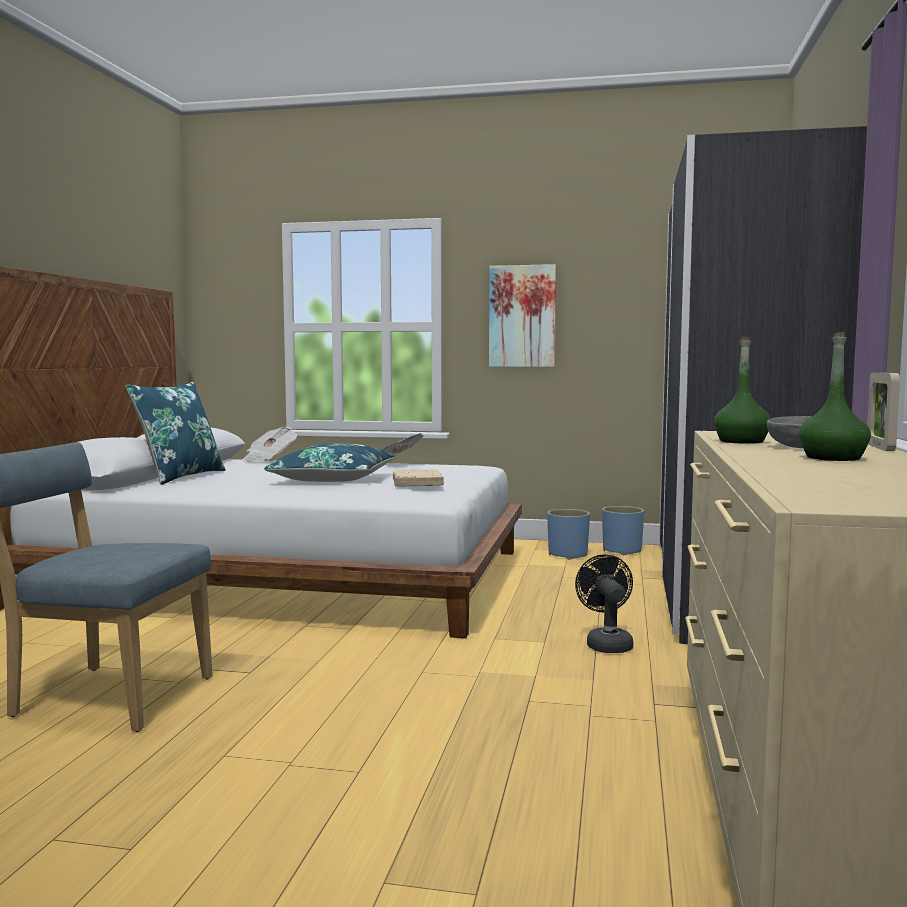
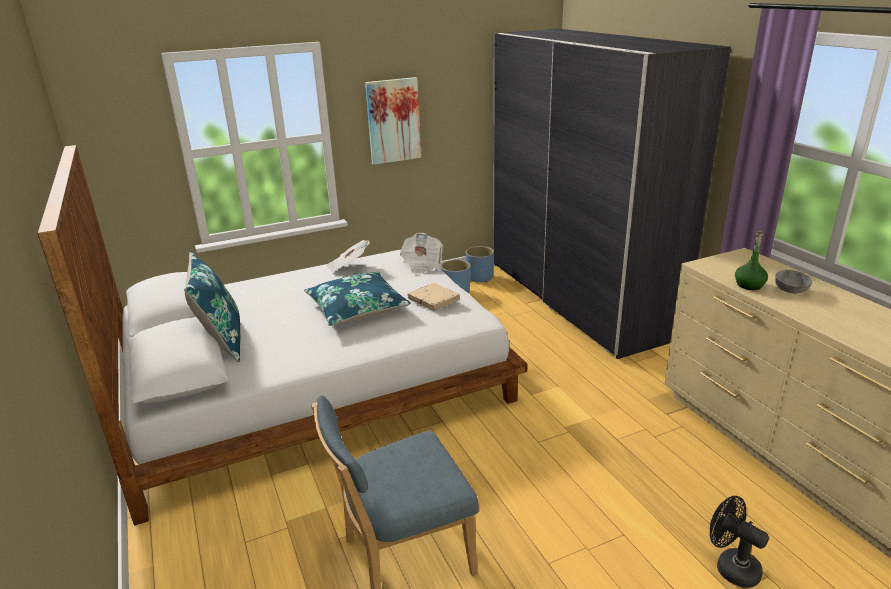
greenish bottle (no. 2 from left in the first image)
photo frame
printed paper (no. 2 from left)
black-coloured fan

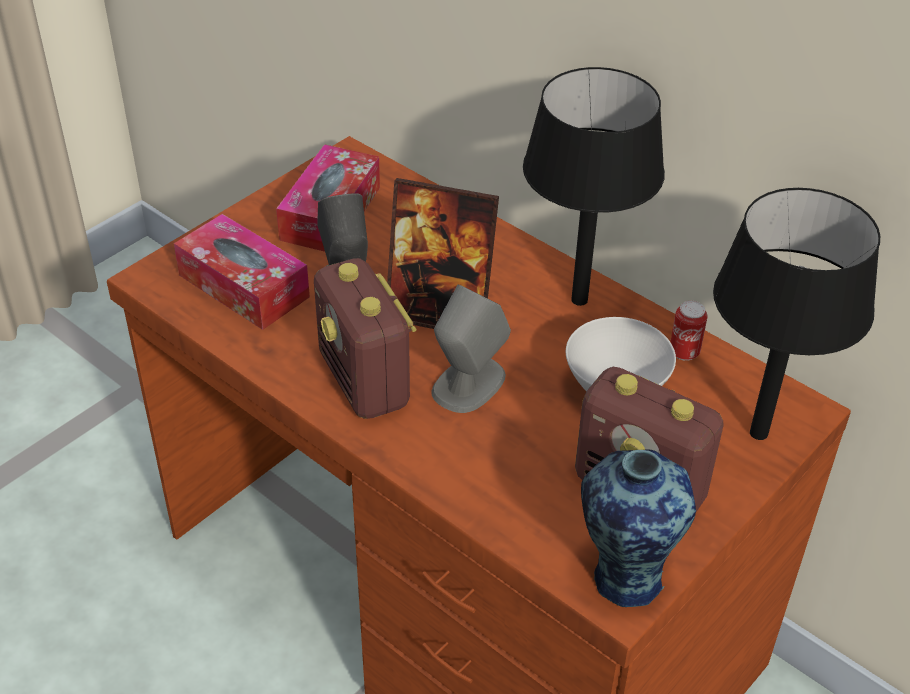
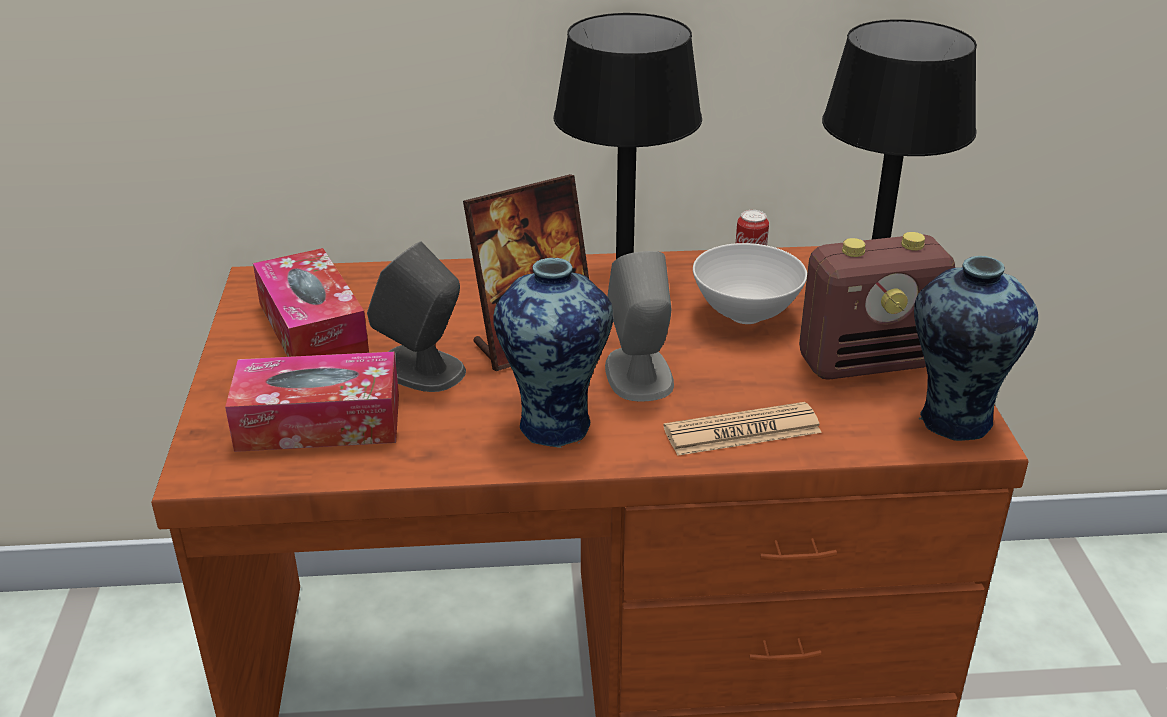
printed paper
vase (no. 1 from left)

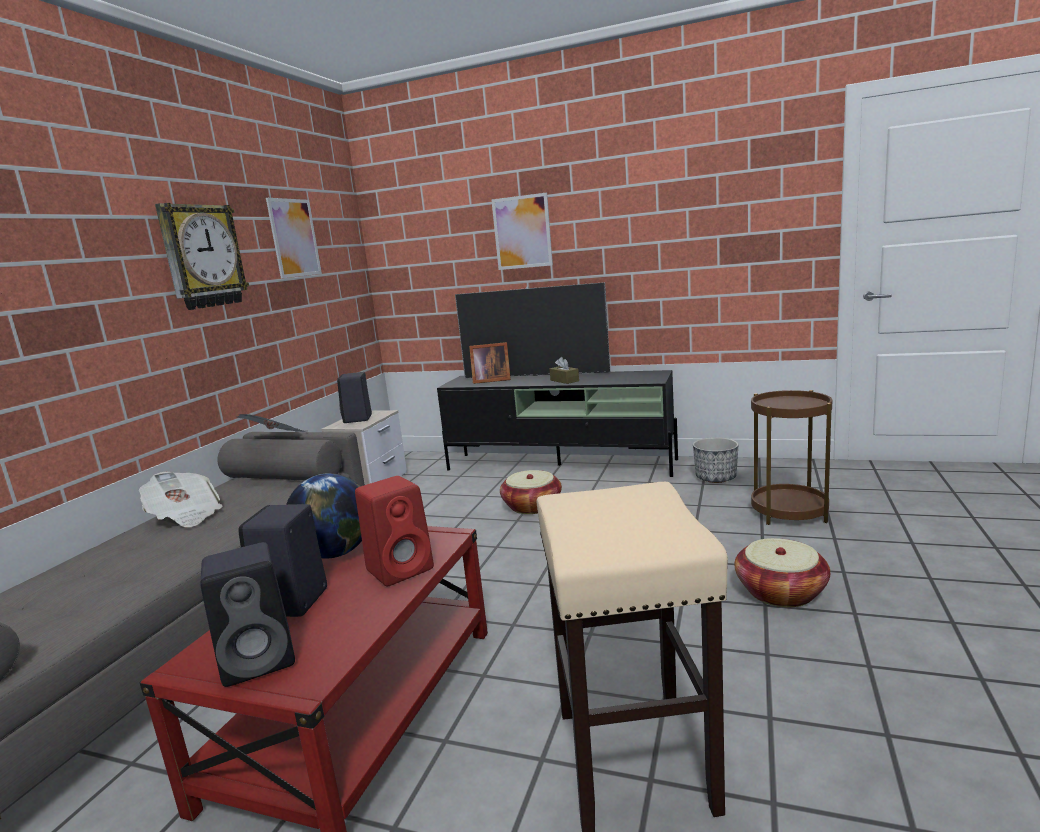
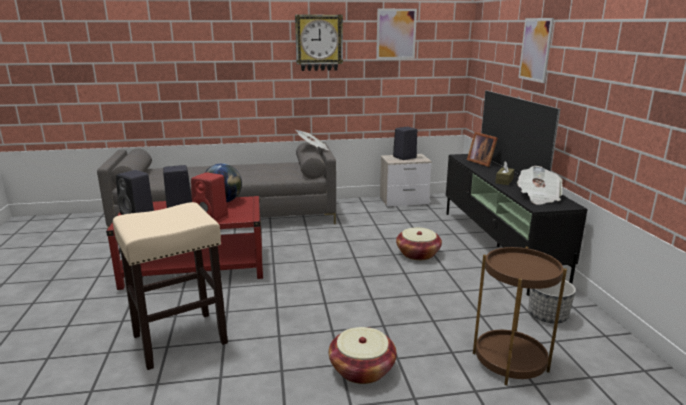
printed paper (no. 2 from left)

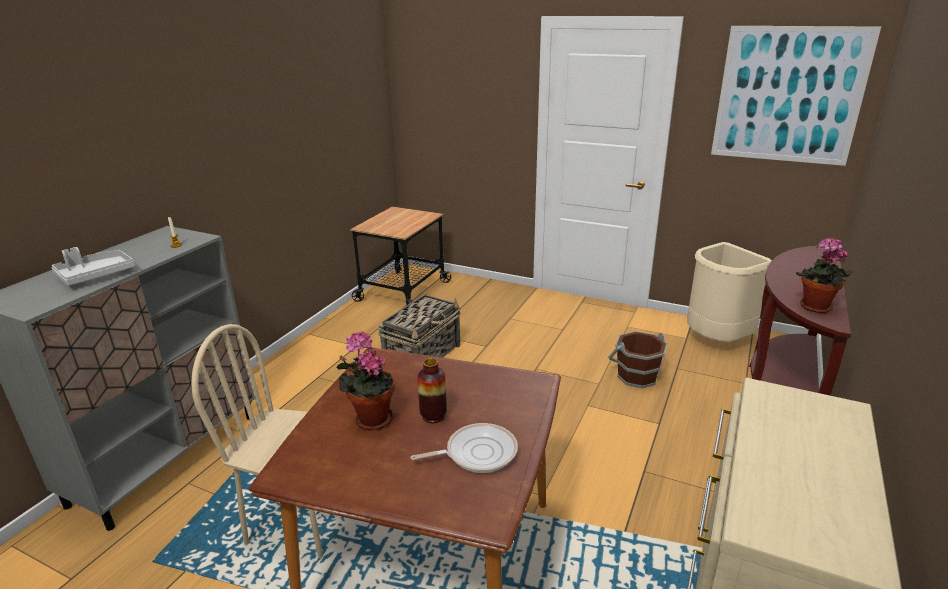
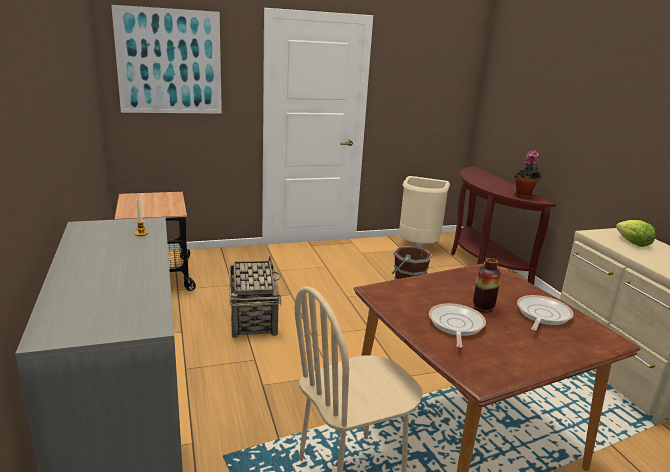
grey carrying tray
head of lettuce
wall art
skillet (no. 1 from left)

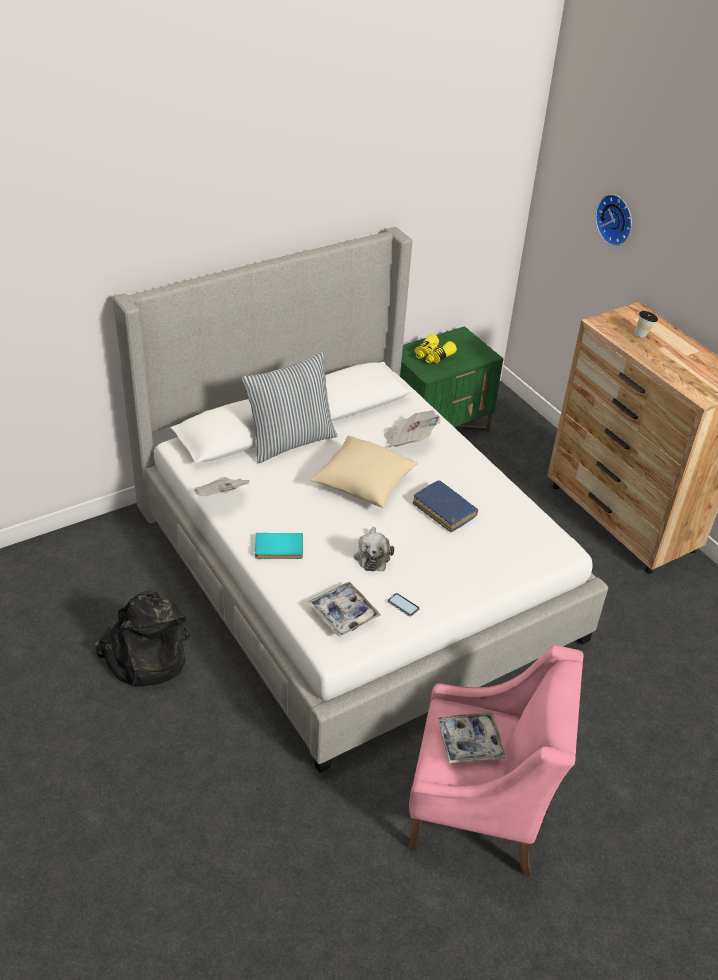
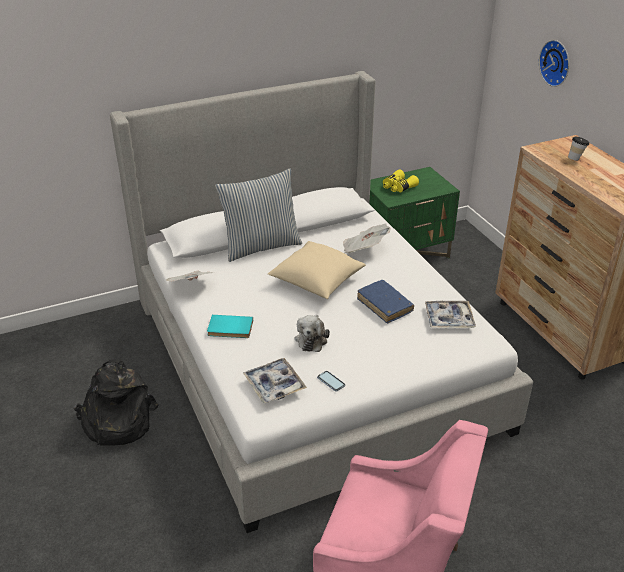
carrying tray (no. 2 from left)

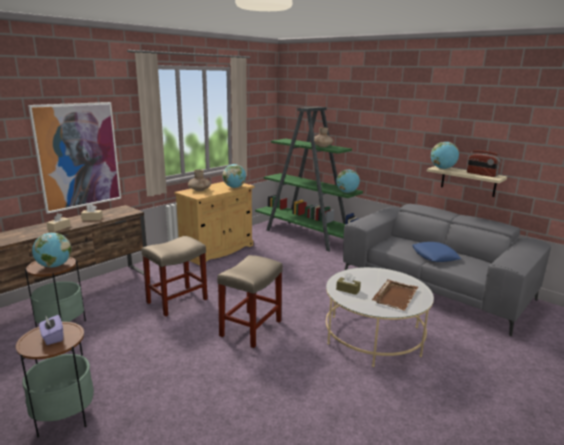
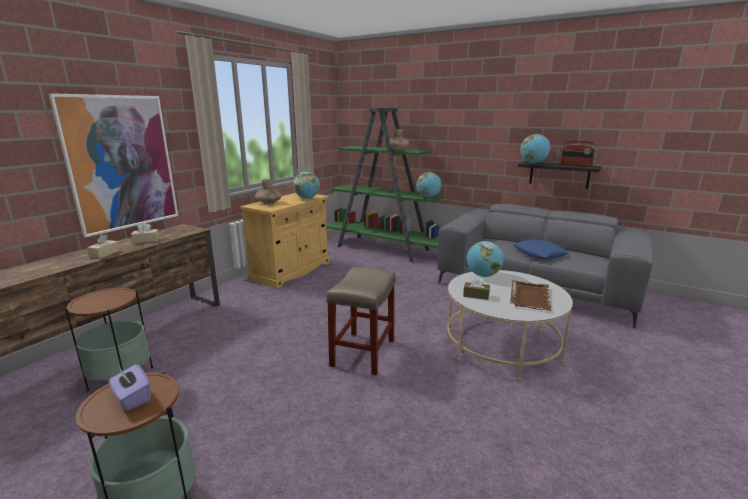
beige-coloured stool (no. 1 from left in the first image)
globe (no. 3 from left)
black-coloured wall shelf

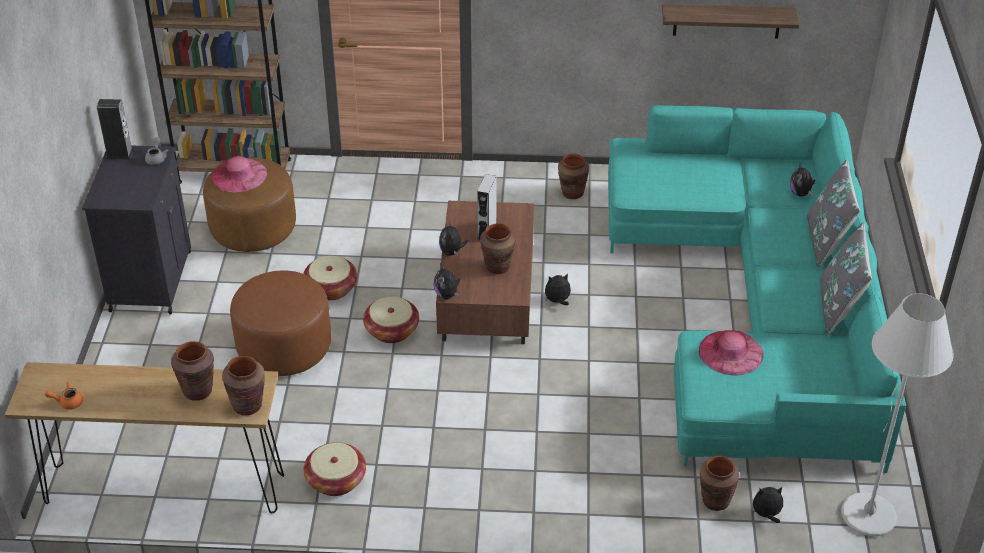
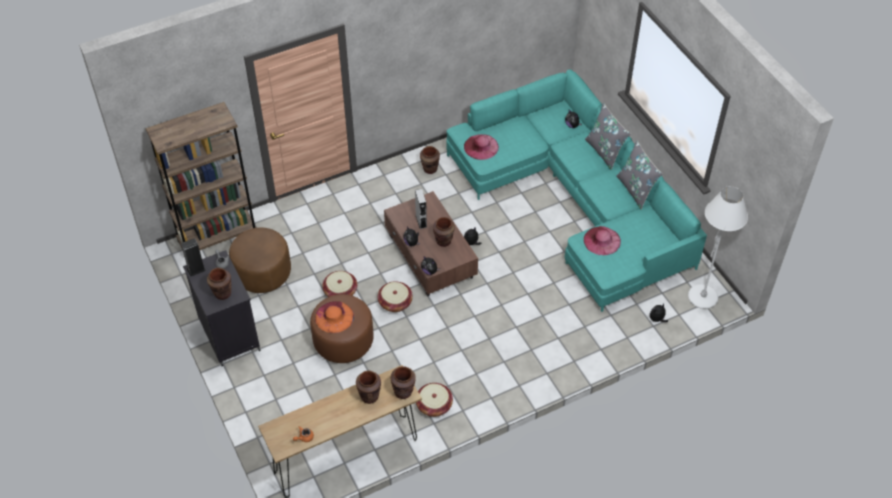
wall shelf
orange wearable hat
pinkish wearable hat (no. 1 from left)
brown vase (no. 1 from left)

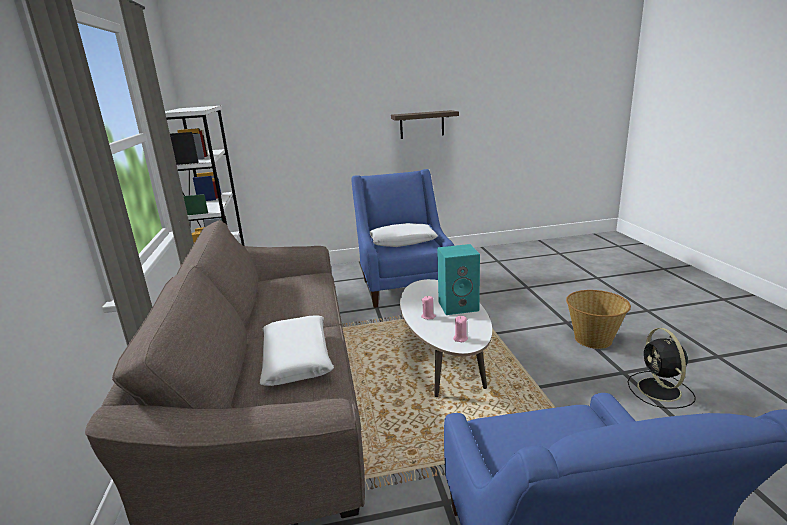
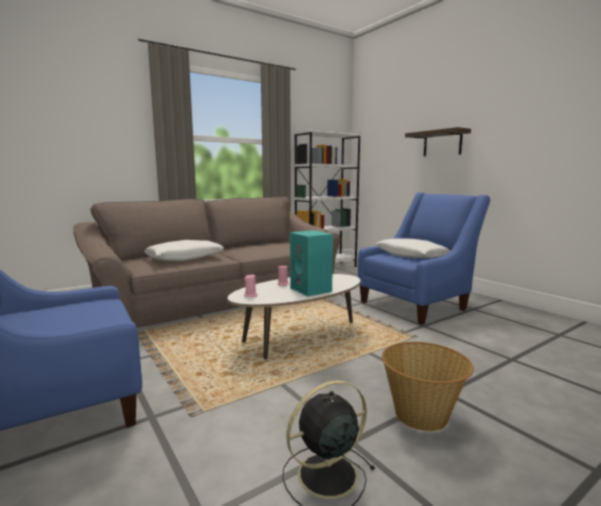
wall shelf

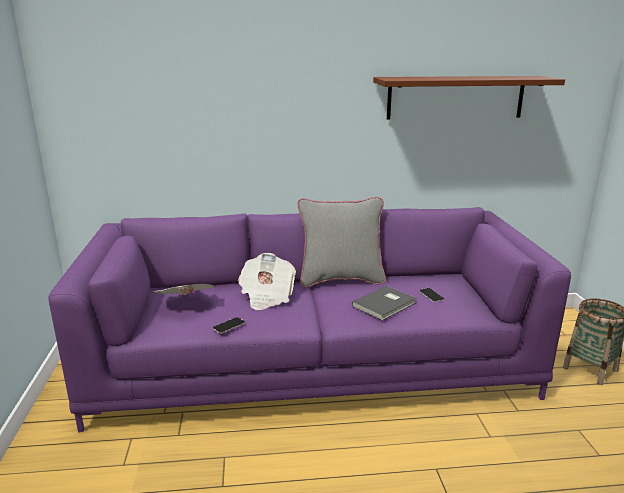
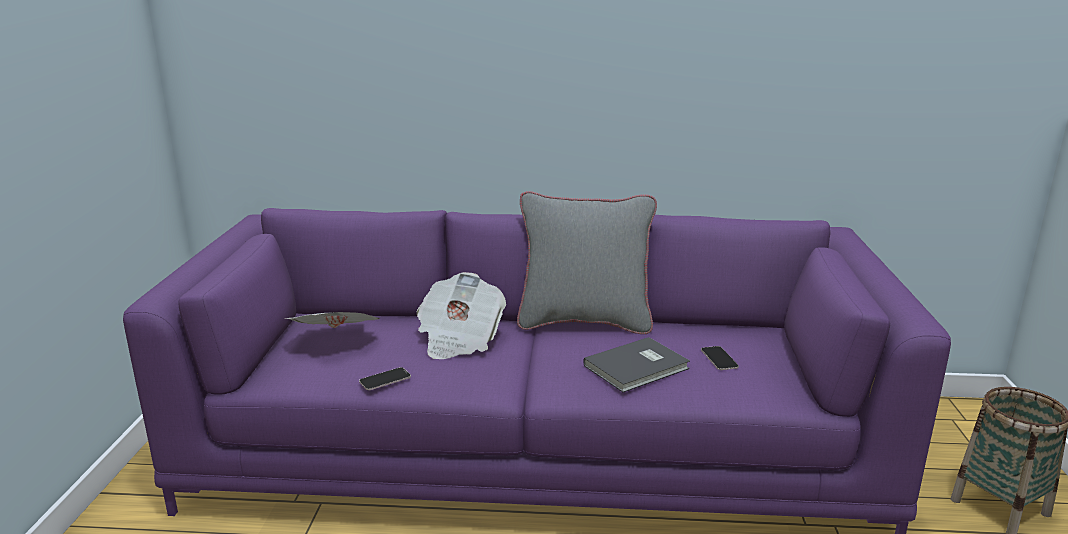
brown wall shelf

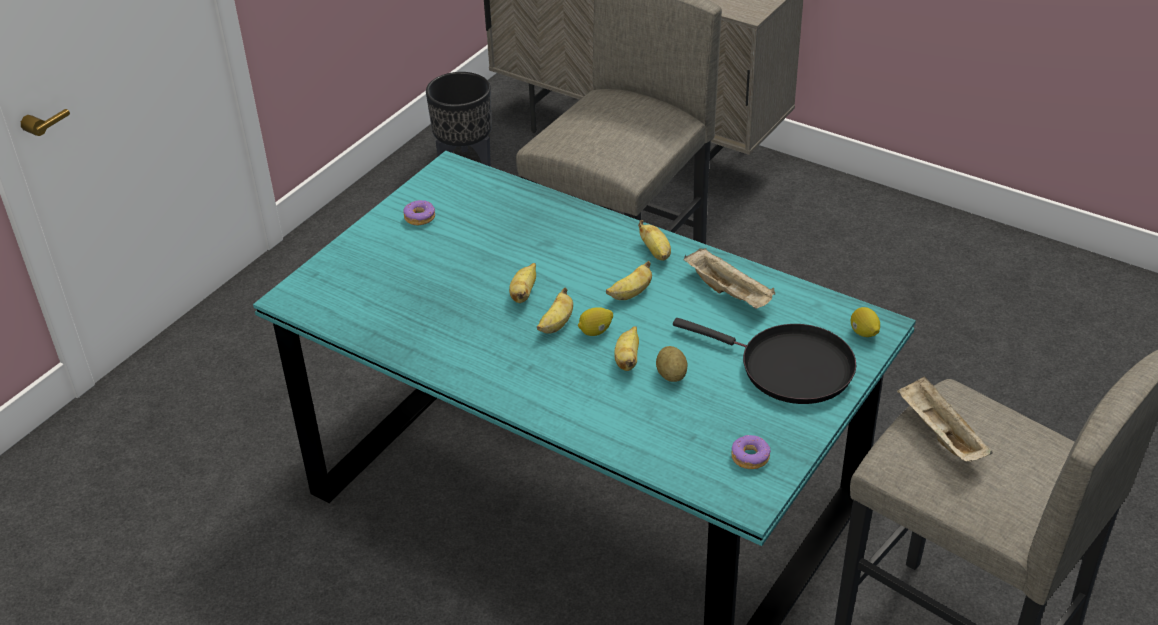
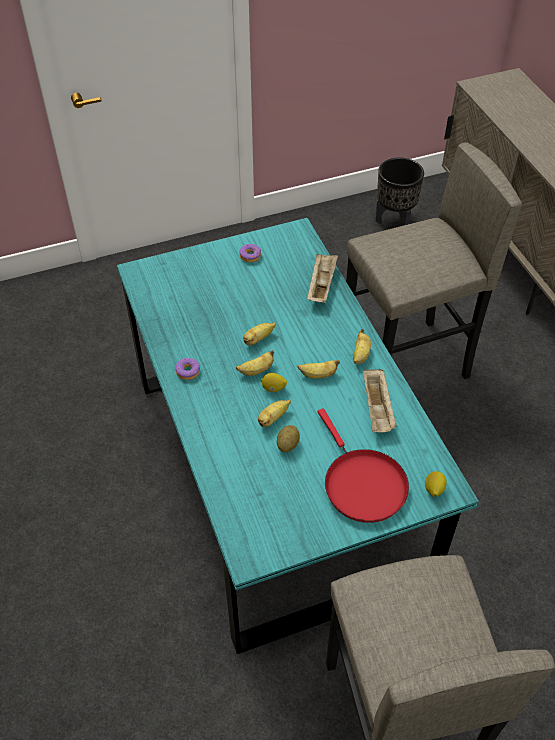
ring doughnut (no. 1 from left)
beige-coloured carrying tray (no. 1 from left)
red-coloured skillet

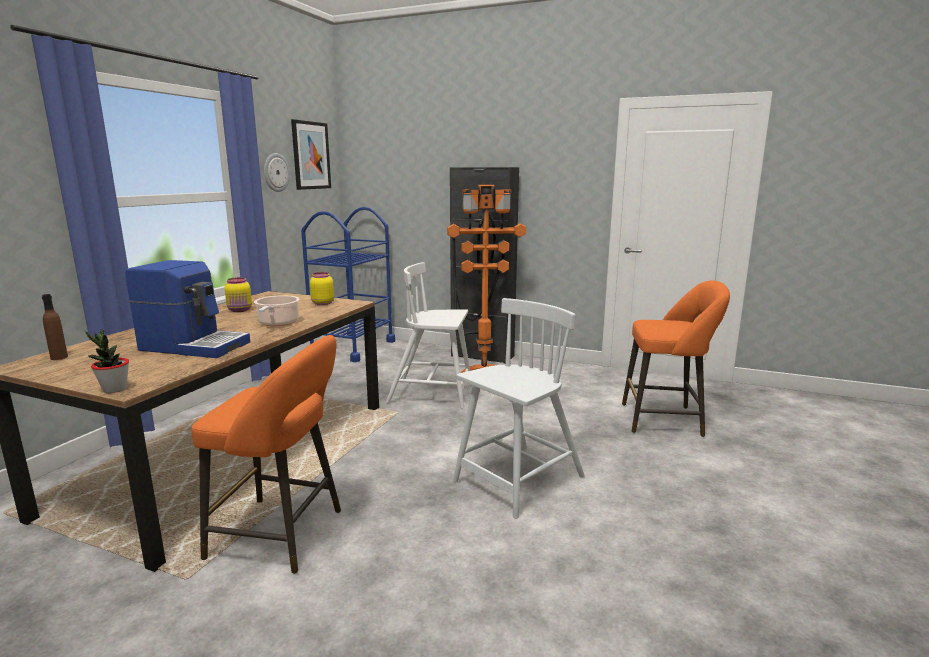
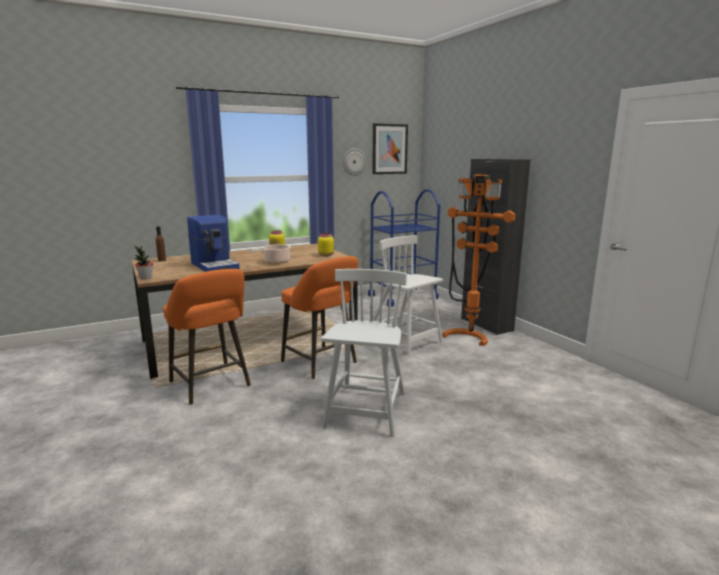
orange stool (no. 2 from left)
white-coloured plain chair (no. 1 from left)

